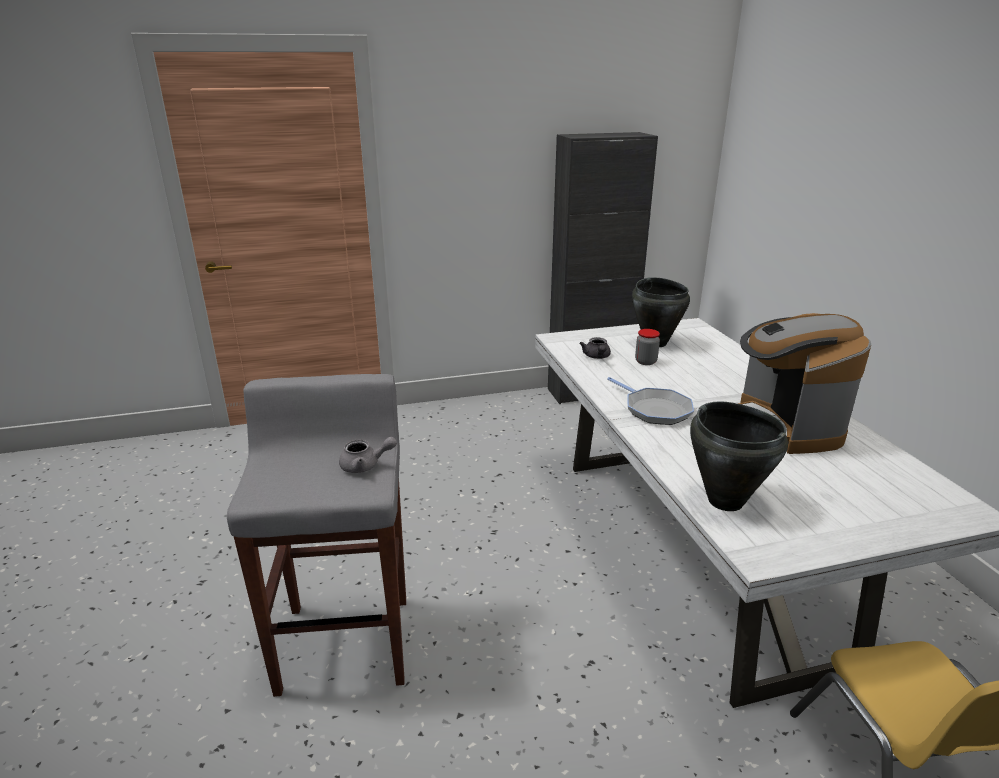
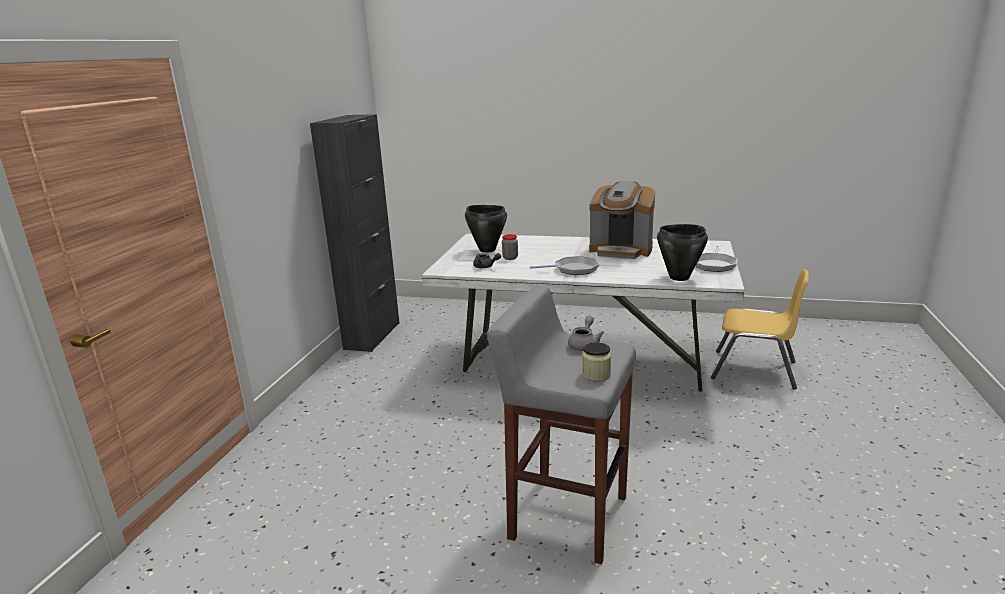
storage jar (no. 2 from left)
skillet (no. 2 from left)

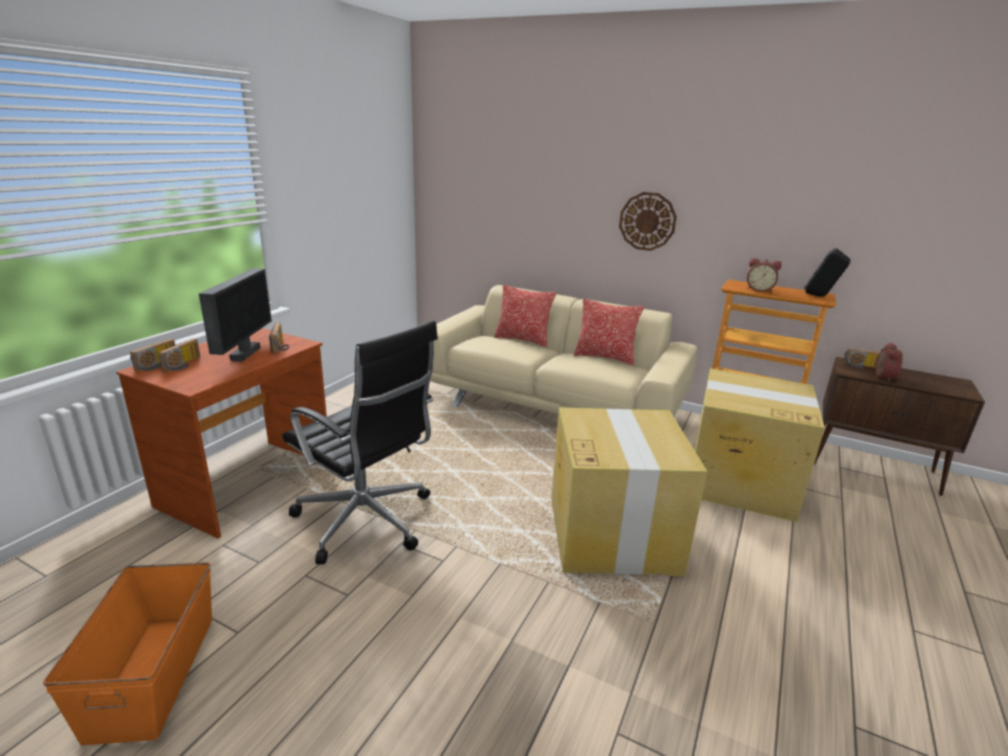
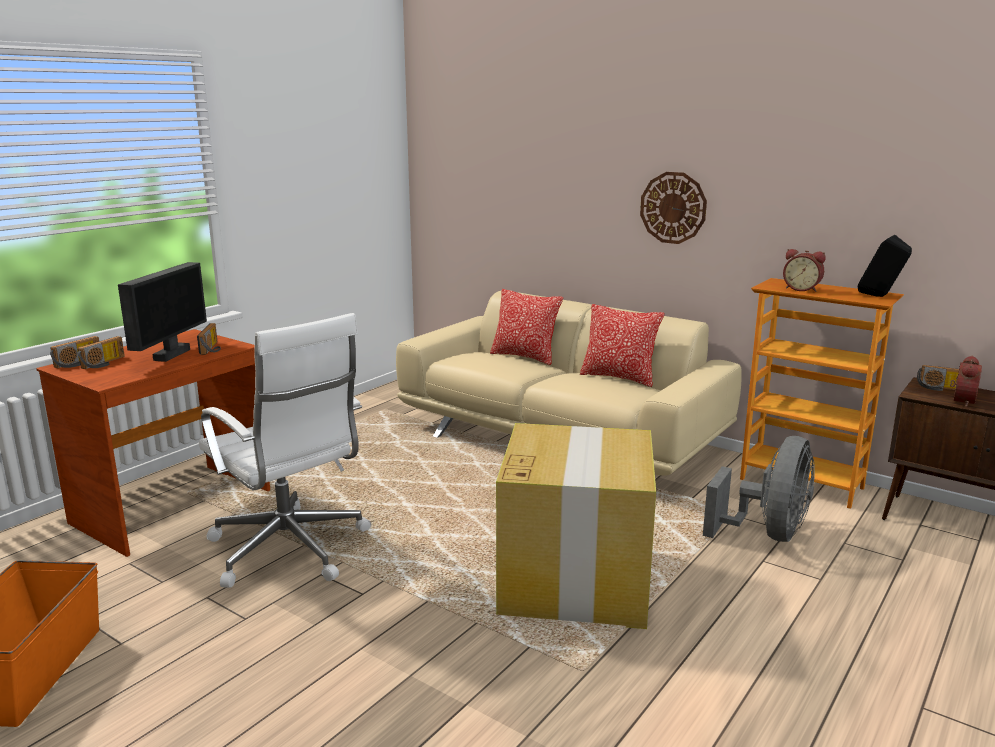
grey fan
white-coloured office chair

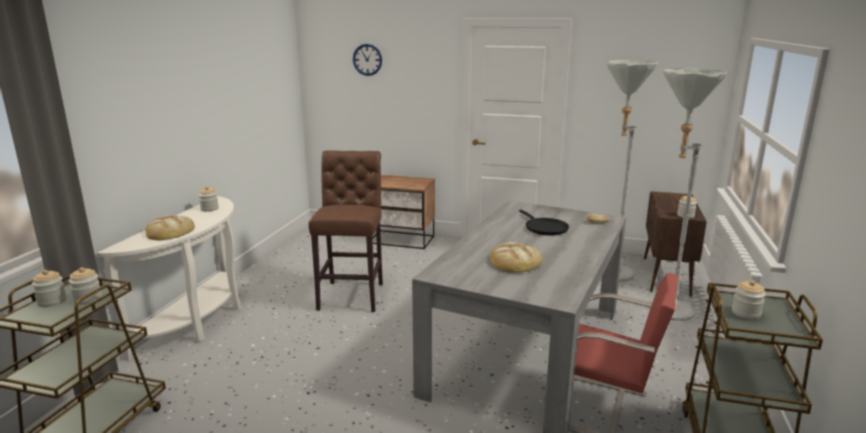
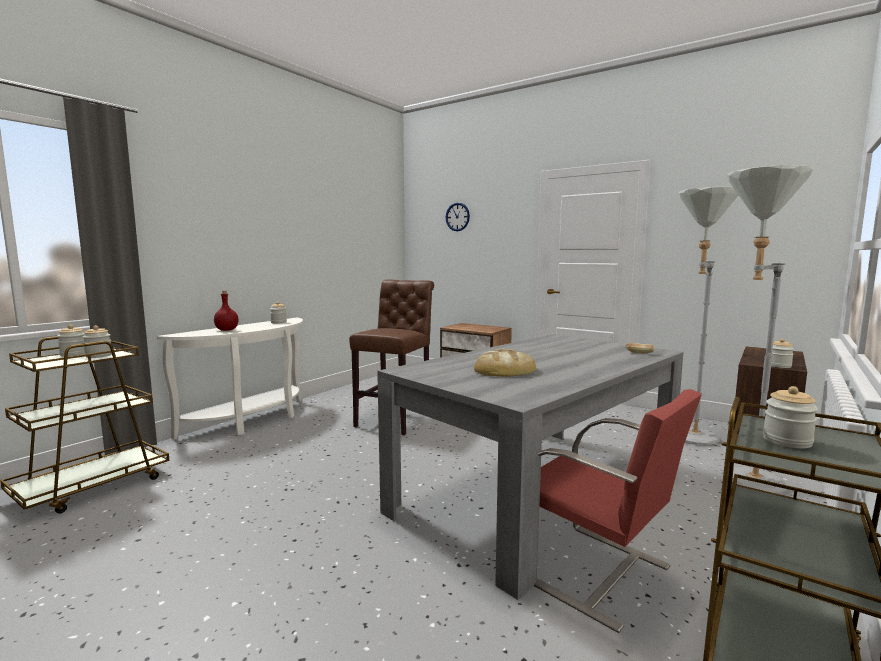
black-coloured skillet
red-coloured bottle

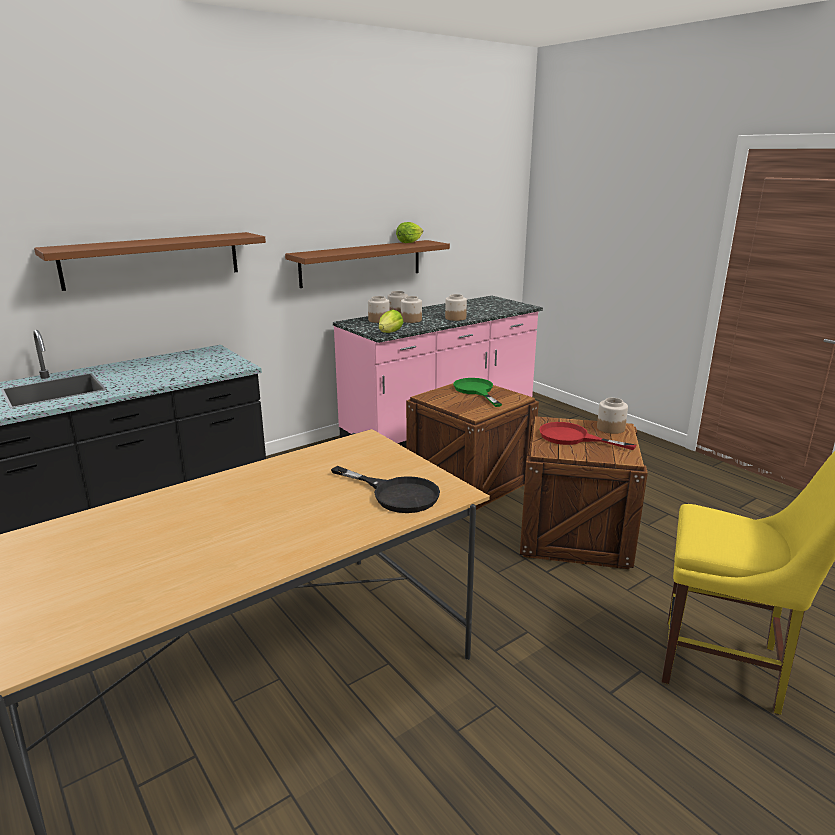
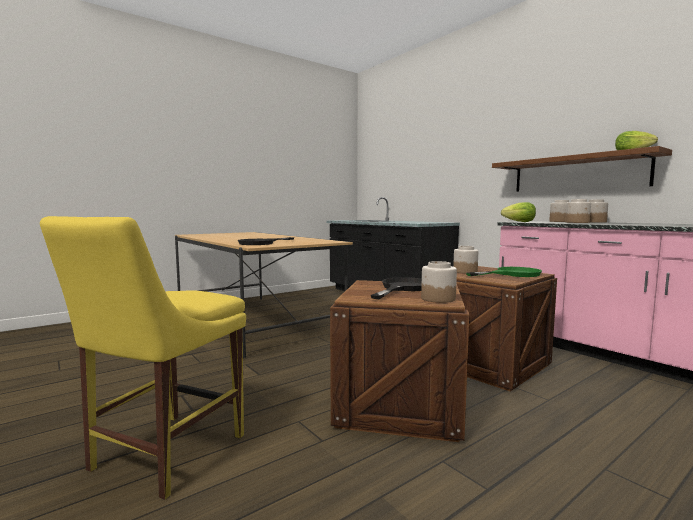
brown wall shelf (no. 1 from left in the first image)
storage jar (no. 2 from left)
black-coloured skillet (no. 2 from left)

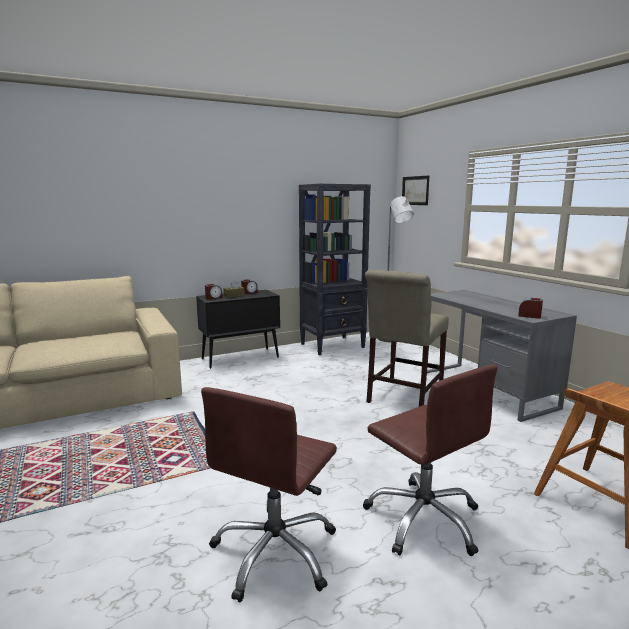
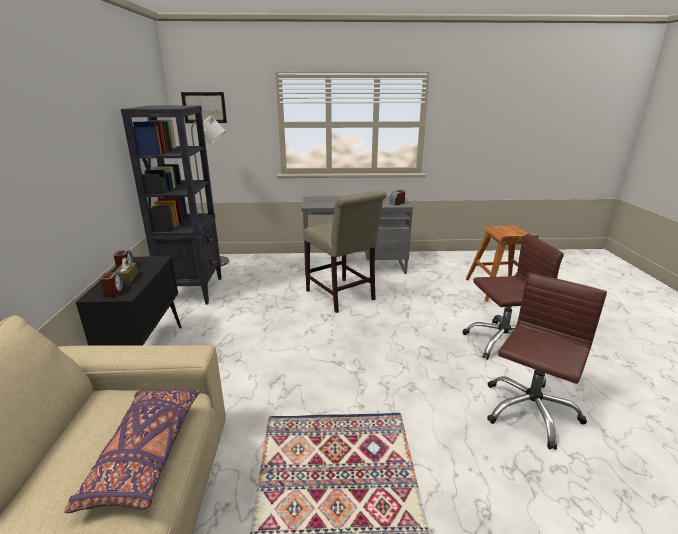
purple throw pillow
brown office chair (no. 2 from left)

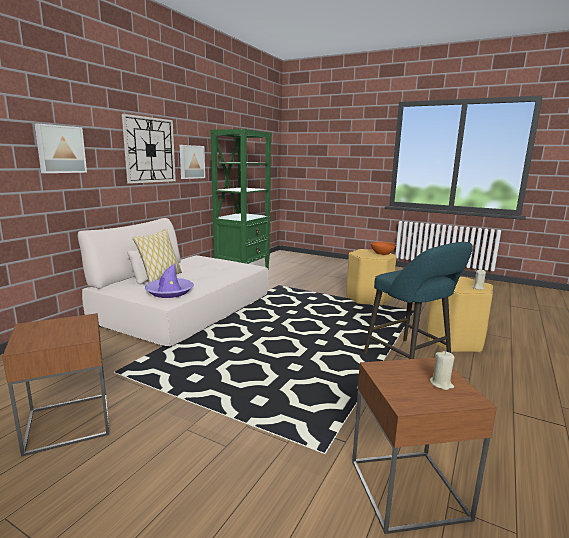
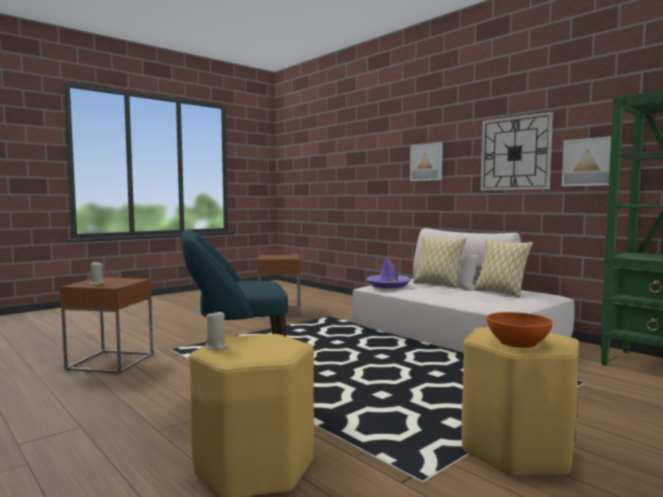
throw pillow (no. 2 from left)

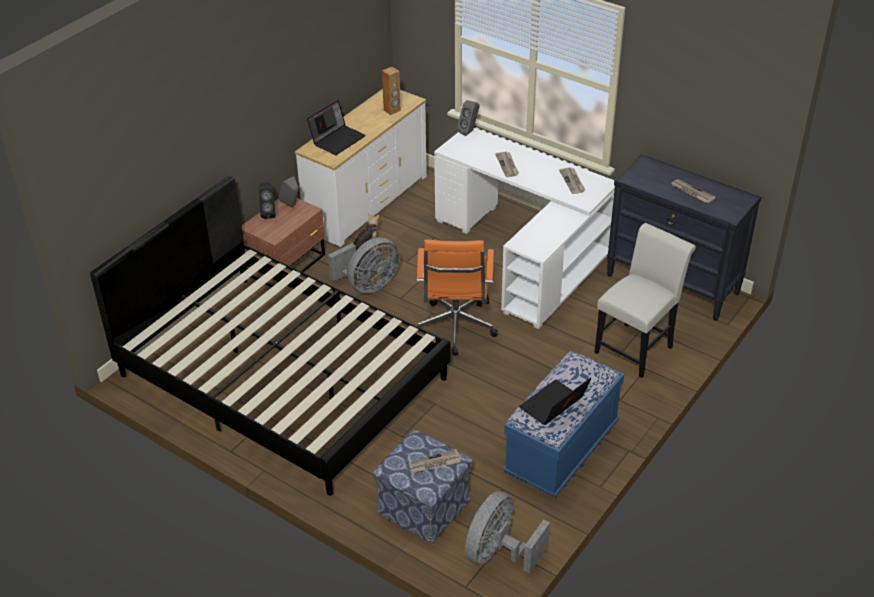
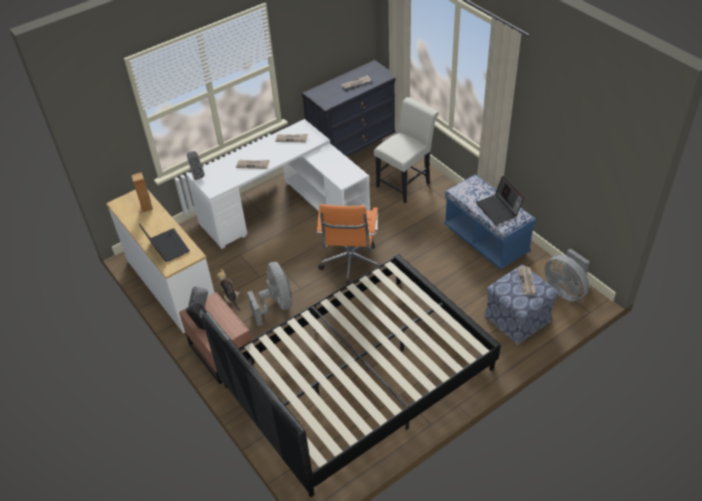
orange office chair
white-coloured plain chair

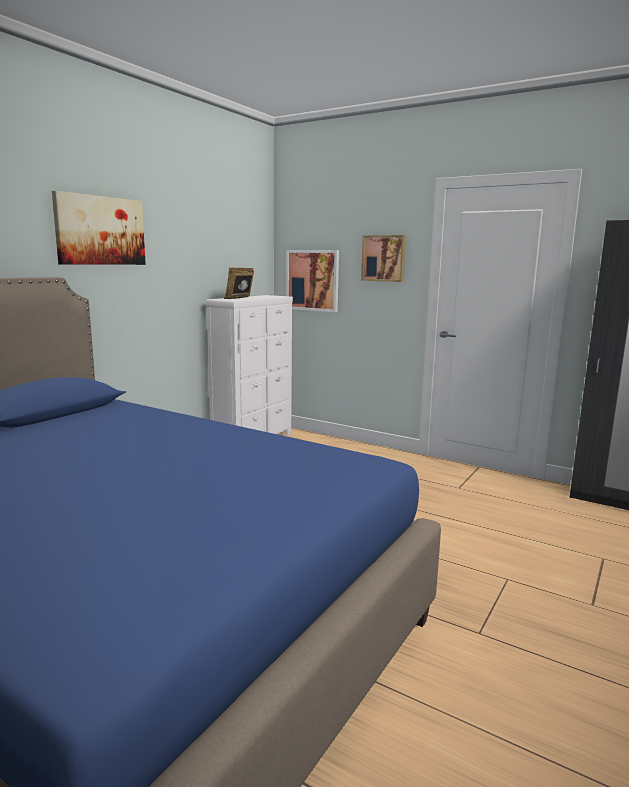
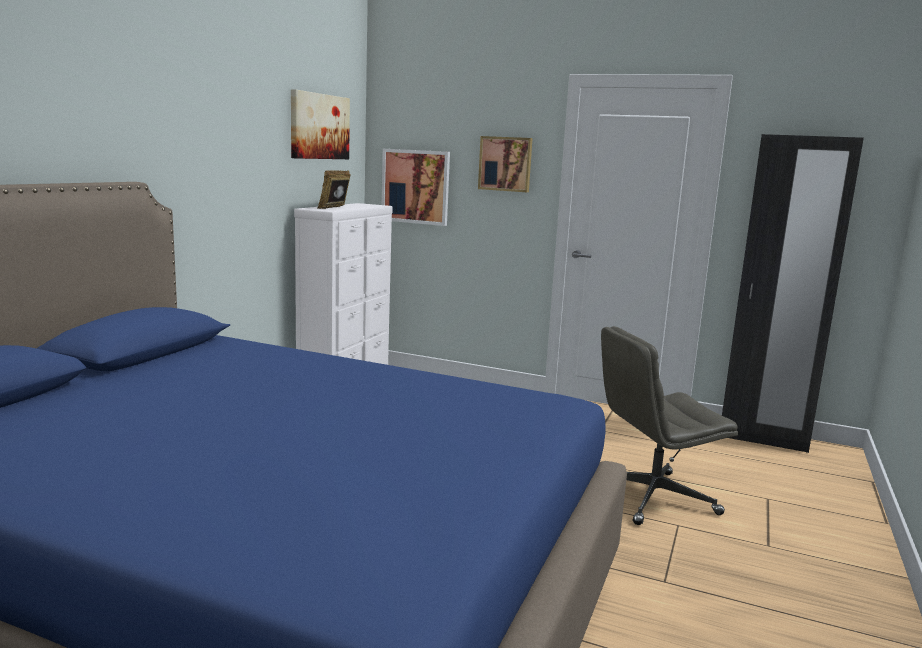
grey office chair
wall art (no. 1 from left)

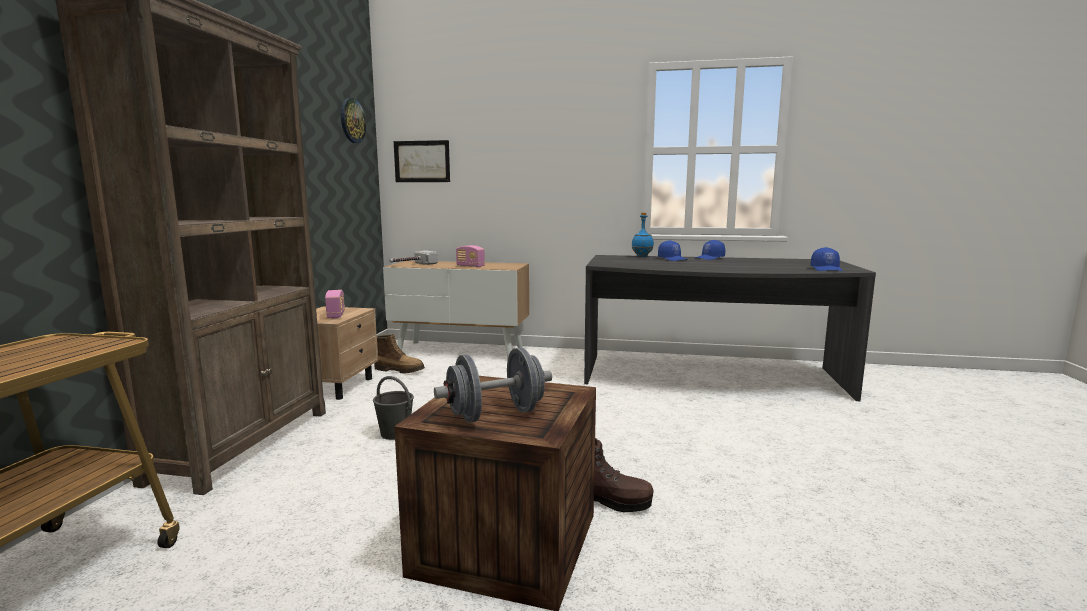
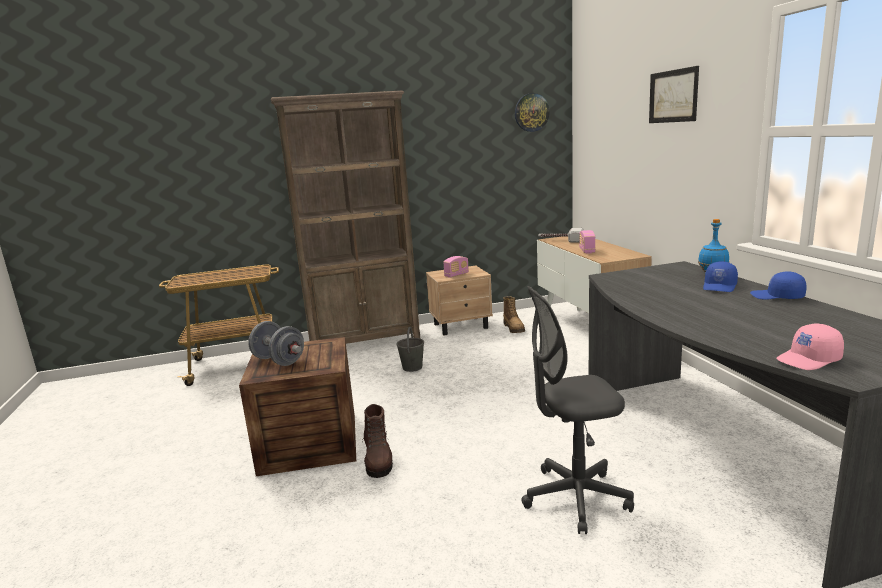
grey office chair
wall art
pinkish baseball cap

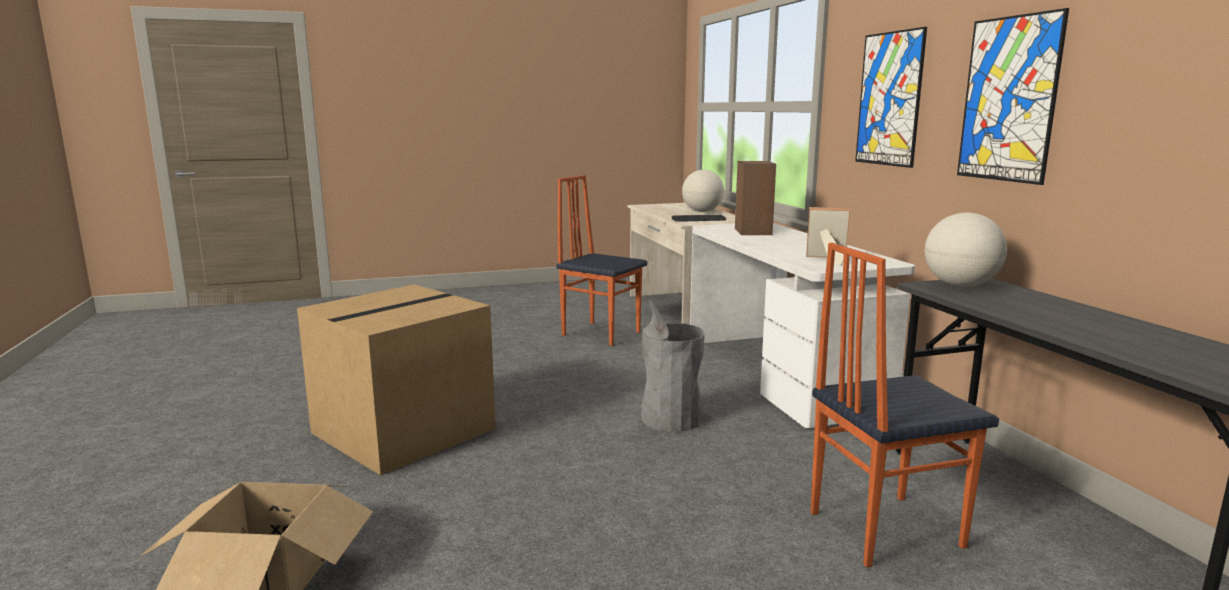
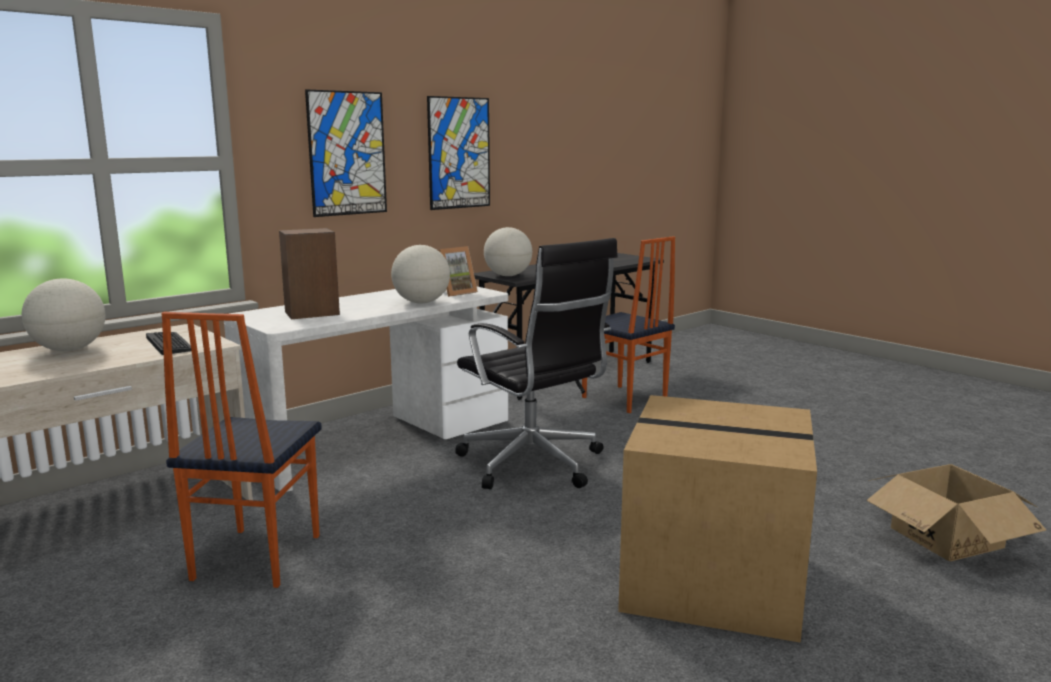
globe (no. 2 from left)
black-coloured office chair
photo frame

